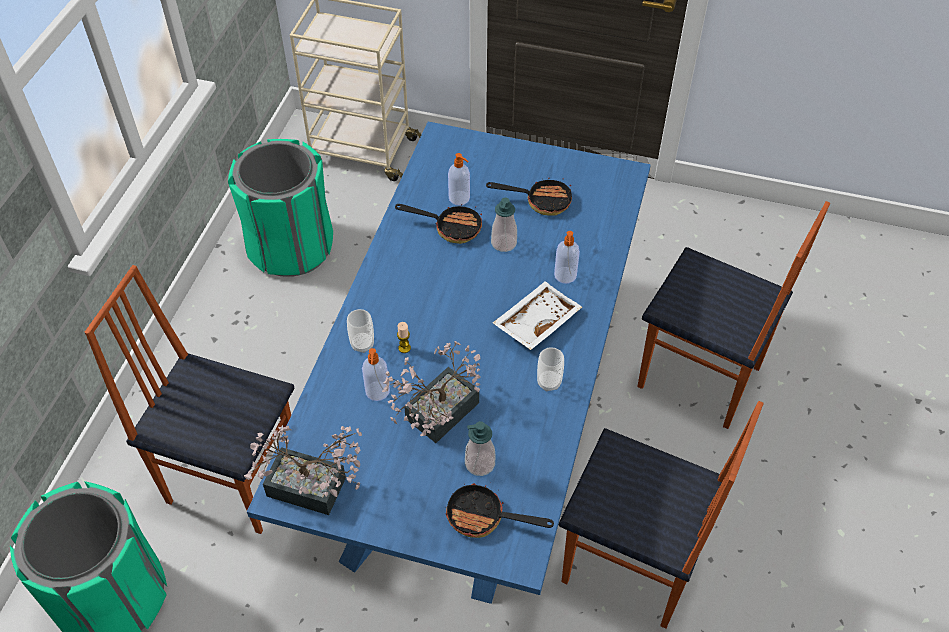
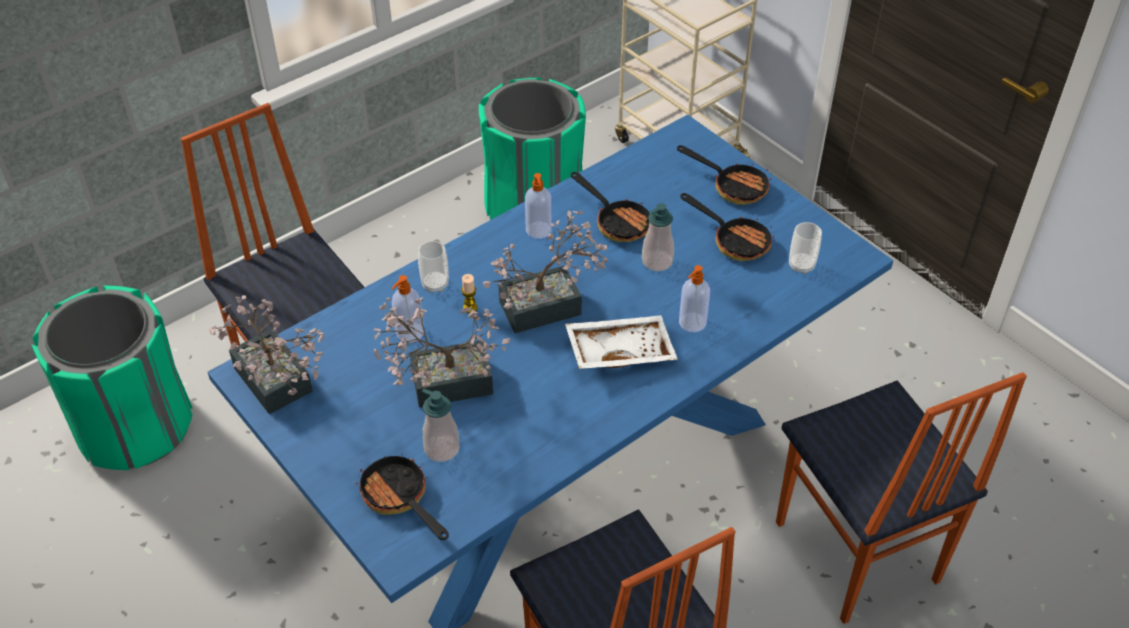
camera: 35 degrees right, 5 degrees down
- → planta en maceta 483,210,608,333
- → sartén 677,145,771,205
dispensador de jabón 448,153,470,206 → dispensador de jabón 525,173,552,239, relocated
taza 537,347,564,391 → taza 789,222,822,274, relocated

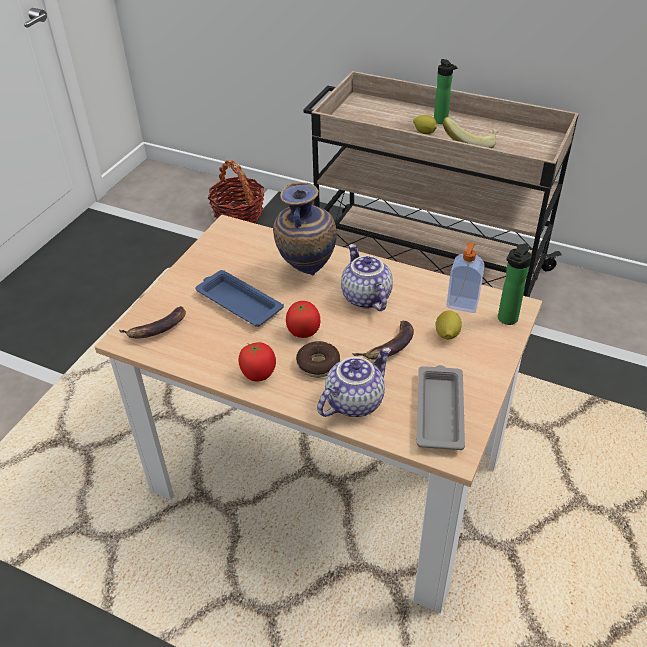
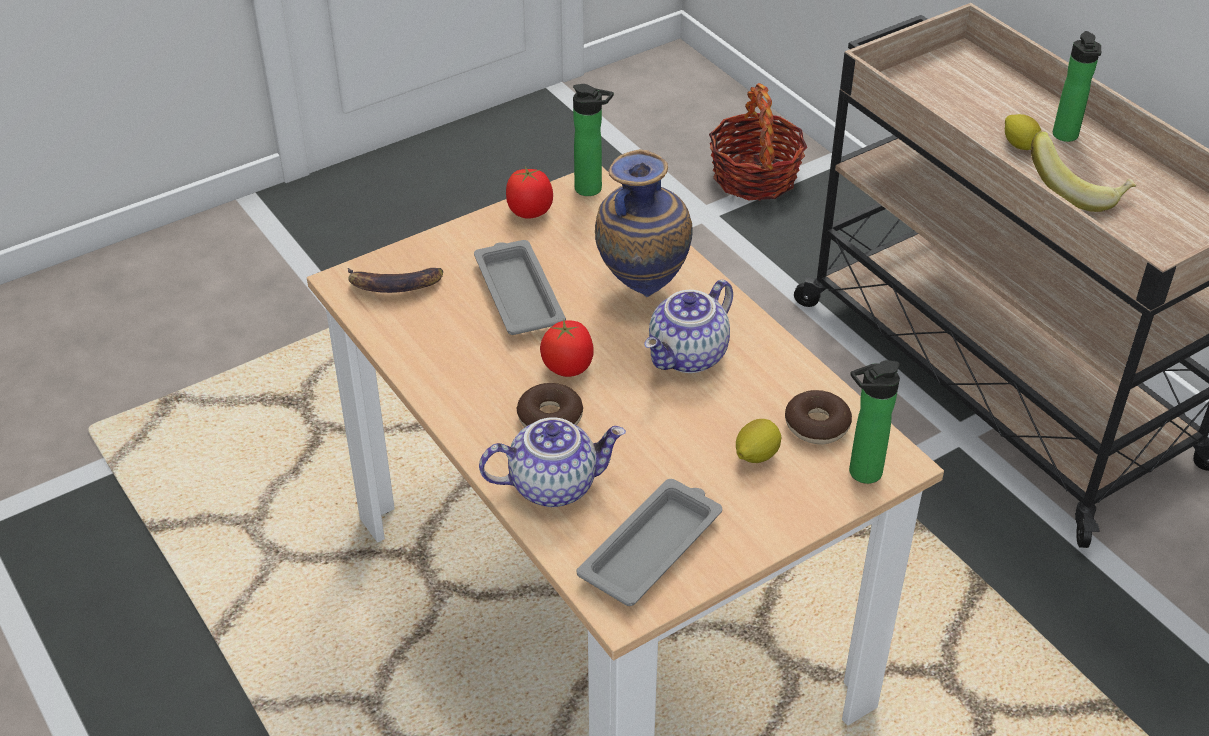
camera: 30 degrees right, 0 degrees up
plátano 352,321,414,360 → -
- → botella 573,84,614,196
tomate 238,341,276,382 → tomate 506,166,553,219, relocated
dispensador de jabón 446,243,485,313 → rosquilla 785,390,852,444
bandeja/azul 195,270,284,327 → bandeja/gris 474,240,566,335
tetera 341,244,393,311 → tetera 644,280,733,373, 150 degrees counterclockwise

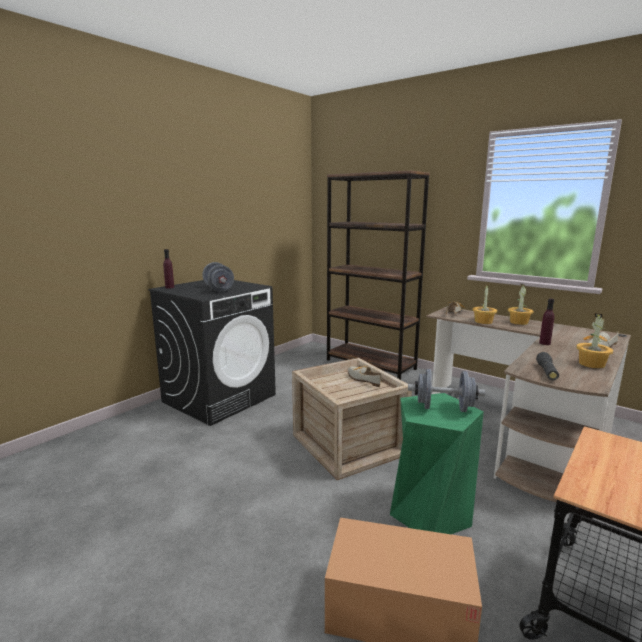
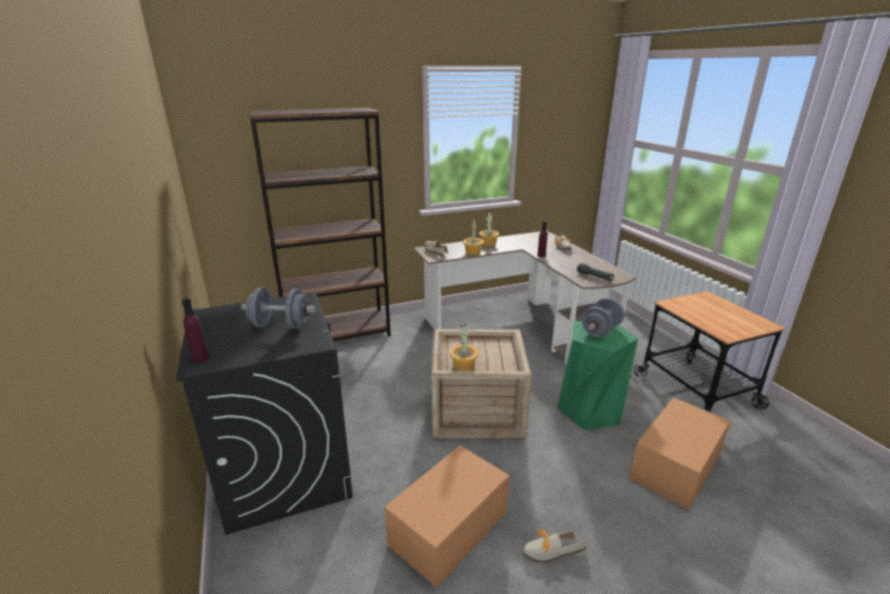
camera: 60 degrees left, 10 degrees up
- → caja de cartón 385,445,509,588
zapato 348,366,383,387 → zapato 523,530,587,563, relocated
planta en maceta 576,313,613,368 → planta en maceta 450,324,479,371, relocated

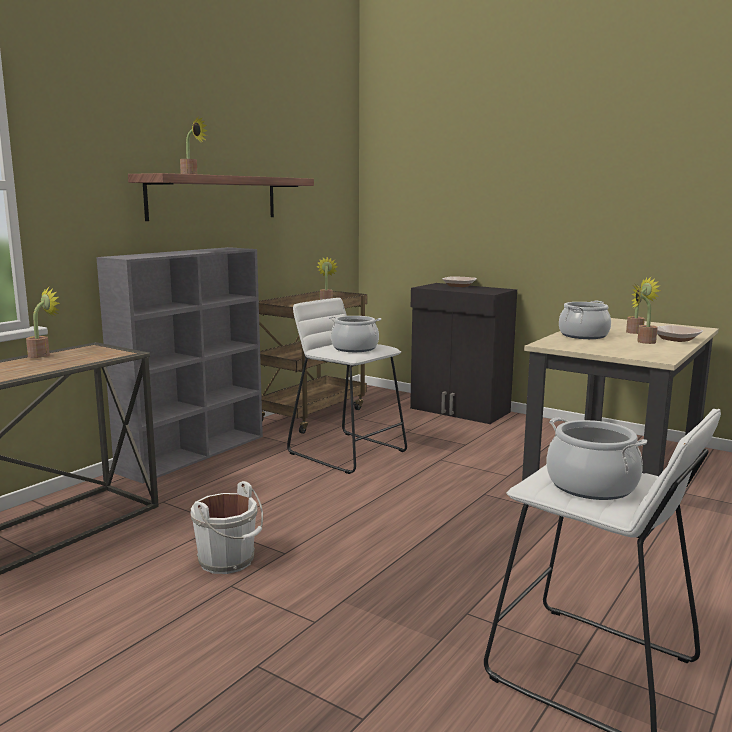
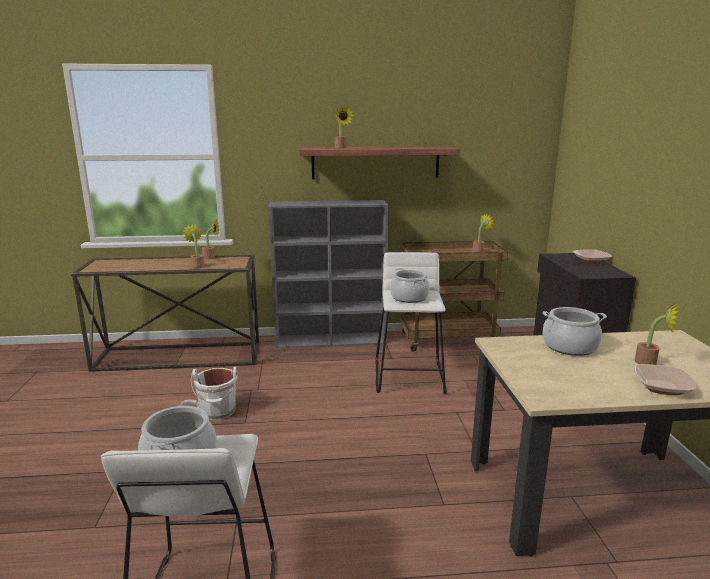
camera: 50 degrees right, 5 degrees up
planta en maceta 631,284,658,344 → planta en maceta 182,224,204,268, relocated

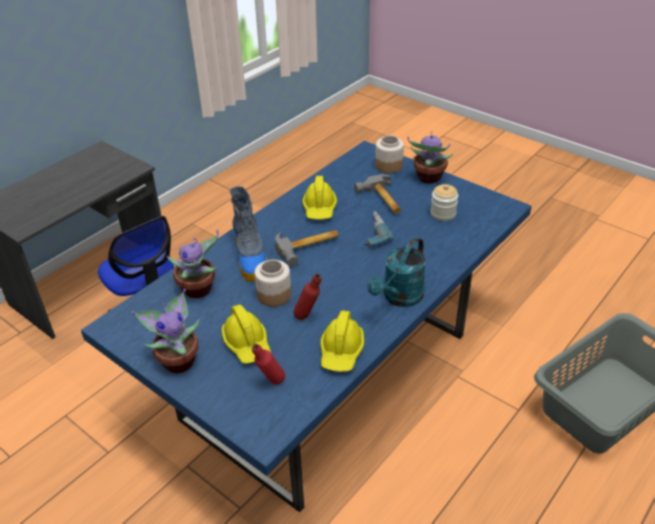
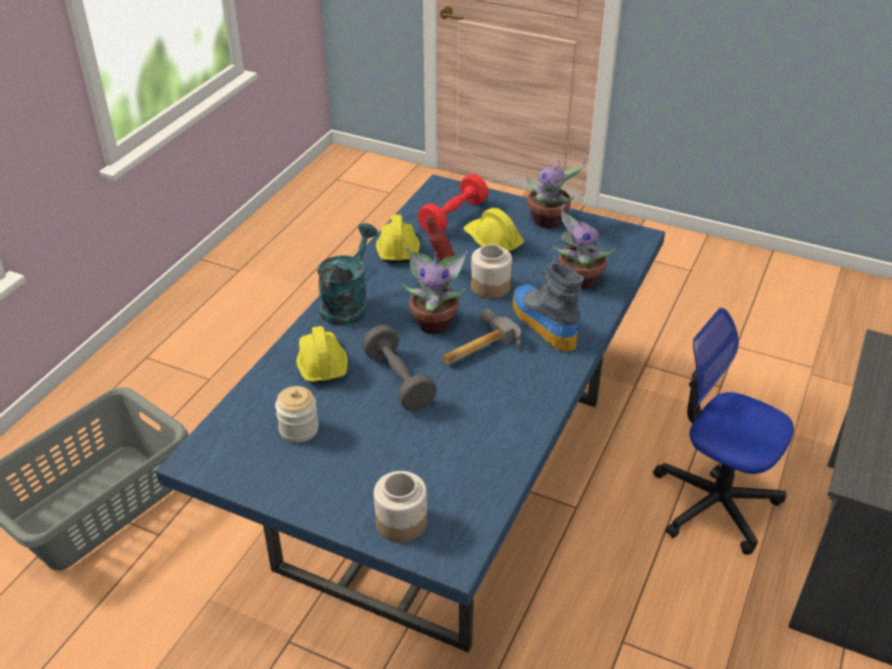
camera: 165 degrees right, 0 degrees up
martillo 354,174,401,214 → -
casco/amarillo 302,176,337,220 → casco/amarillo 297,326,348,383, relocated
planta en maceta 407,131,453,183 → planta en maceta 402,247,468,334, relocated
botella/rojo 252,344,285,385 → mancuerna/rojo 418,174,488,234
taladro 363,211,393,247 → mancuerna/gris 362,325,437,411

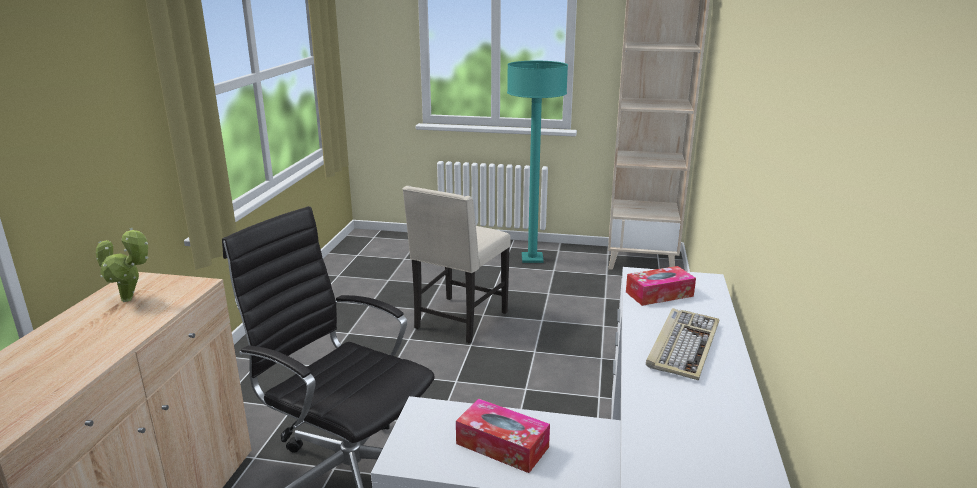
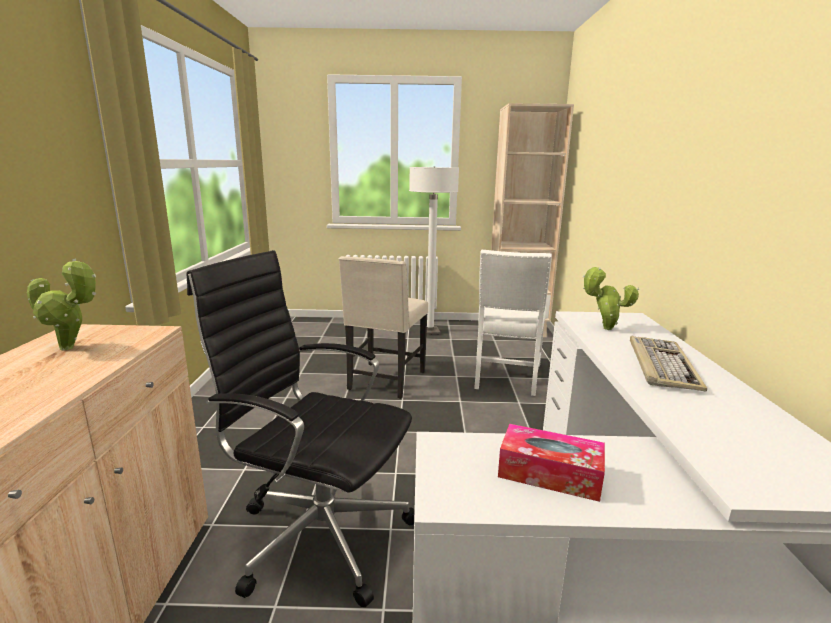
camera: 10 degrees left, 5 degrees down
- → silla/blanco 474,250,552,396
caja de pañuelos 626,266,696,306 → planta en maceta 582,267,639,330
lámpara de pie/turquesa 507,61,568,263 → lámpara de pie/blanco 409,166,459,335

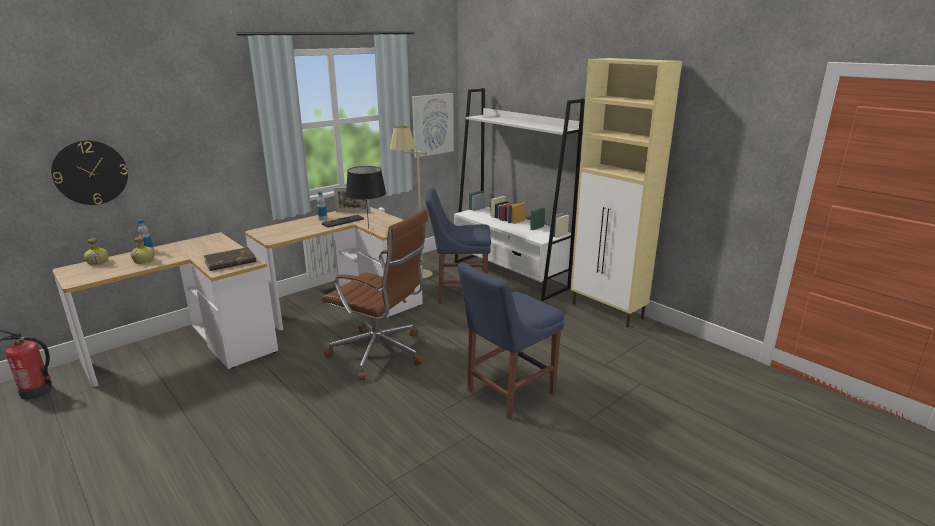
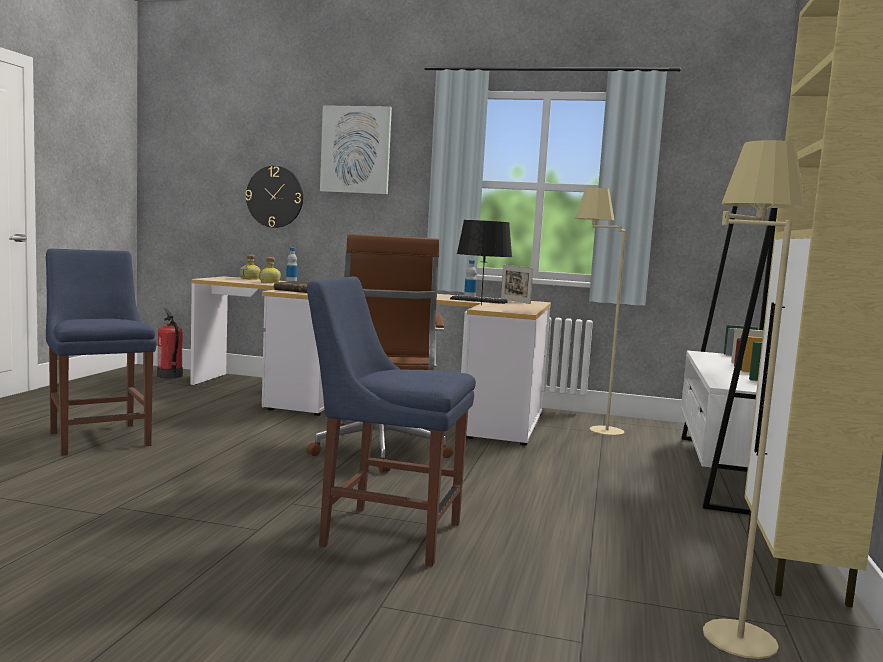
camera: 55 degrees right, 15 degrees down
- → lámpara de pie/beis 703,140,806,659
cuadro 412,93,454,158 → cuadro 320,105,392,194, relocated
silla/azul 425,188,491,304 → silla/azul 46,249,157,456, relocated

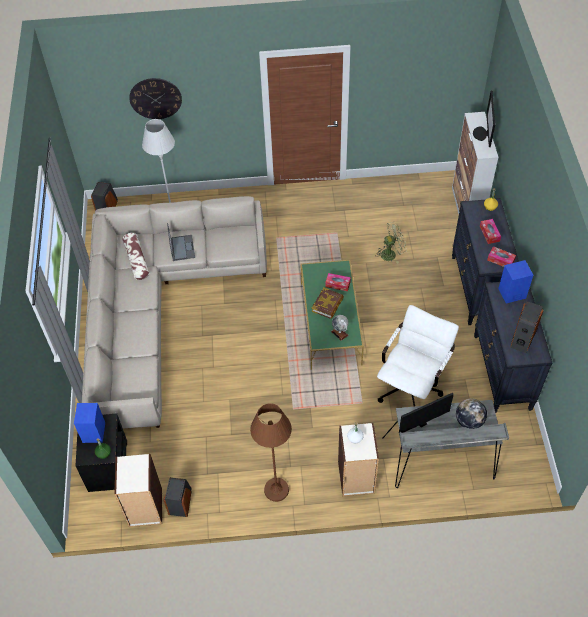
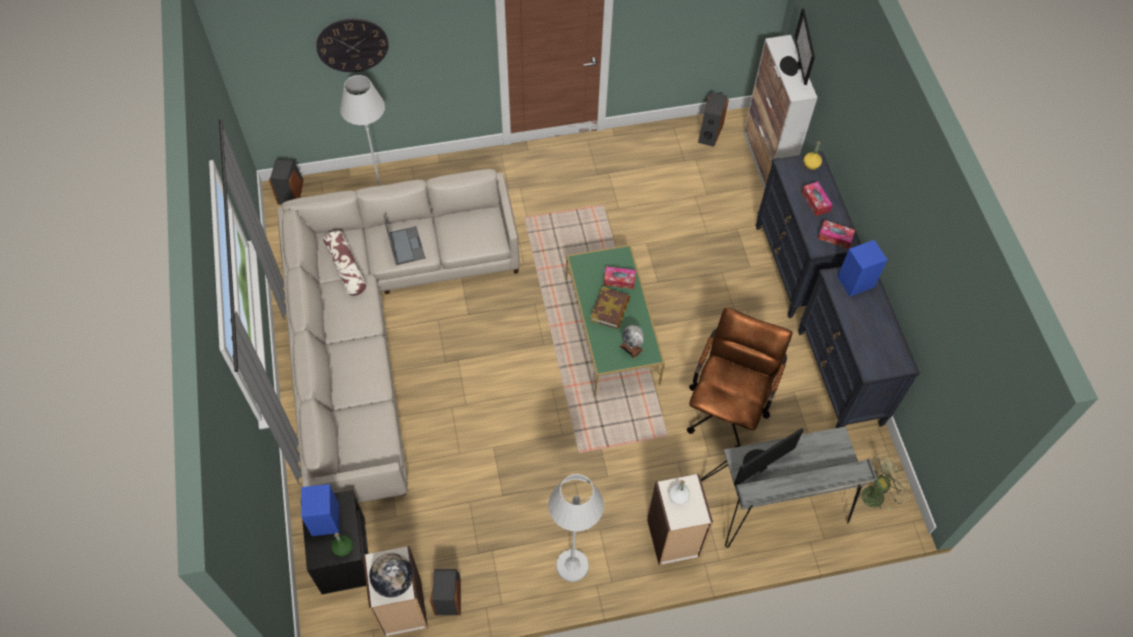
camera: 10 degrees left, 5 degrees up
ventilador/verde 375,221,407,264 → ventilador/verde 854,454,911,511, relocated
globo terráqueo 456,398,487,429 → globo terráqueo 369,553,413,597, relocated
altavoz 510,301,544,353 → altavoz 698,92,729,147, relocated
lámpara de pie/marrón 250,403,292,502 → lámpara de pie/blanco 548,474,604,582
silla de oficina/blanco 377,305,459,407 → silla de oficina/marrón 687,307,792,448

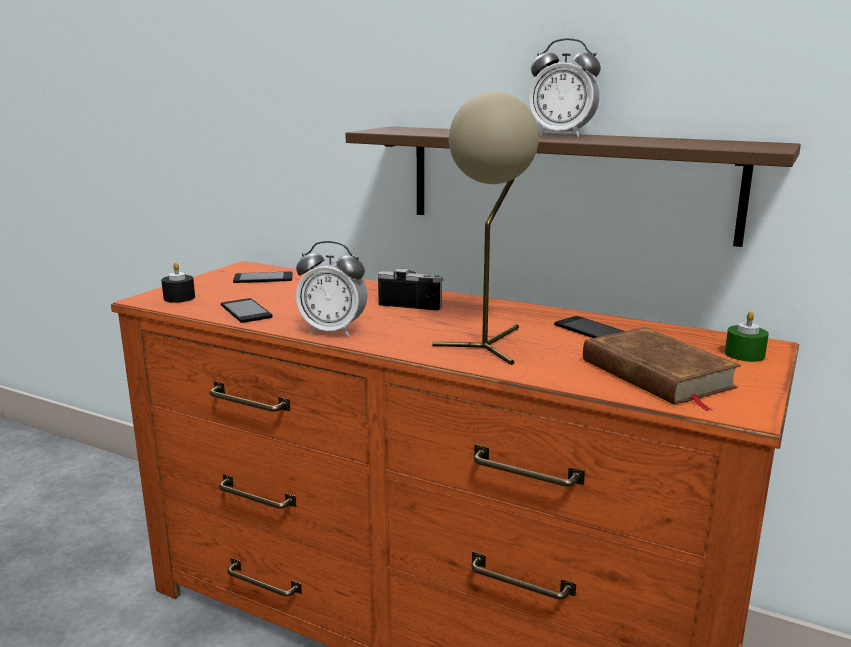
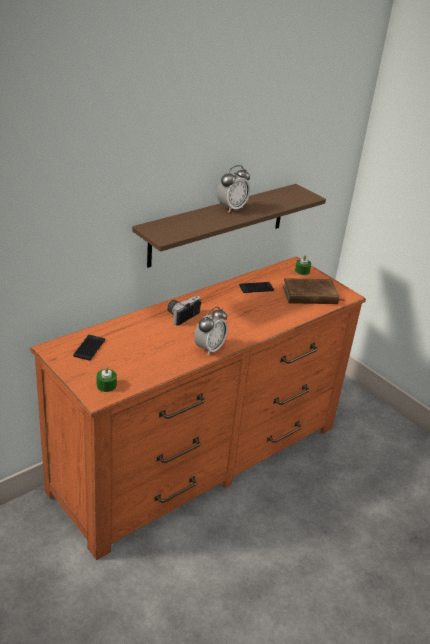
camera: 70 degrees left, 15 degrees up
móvil 221,298,273,323 → -
lámpara de mesa/beis 432,92,539,365 → -
vela/negro 161,263,195,303 → vela/verde 97,366,117,392

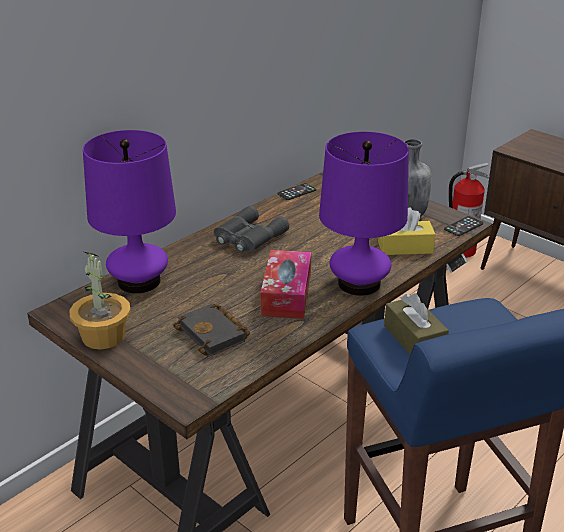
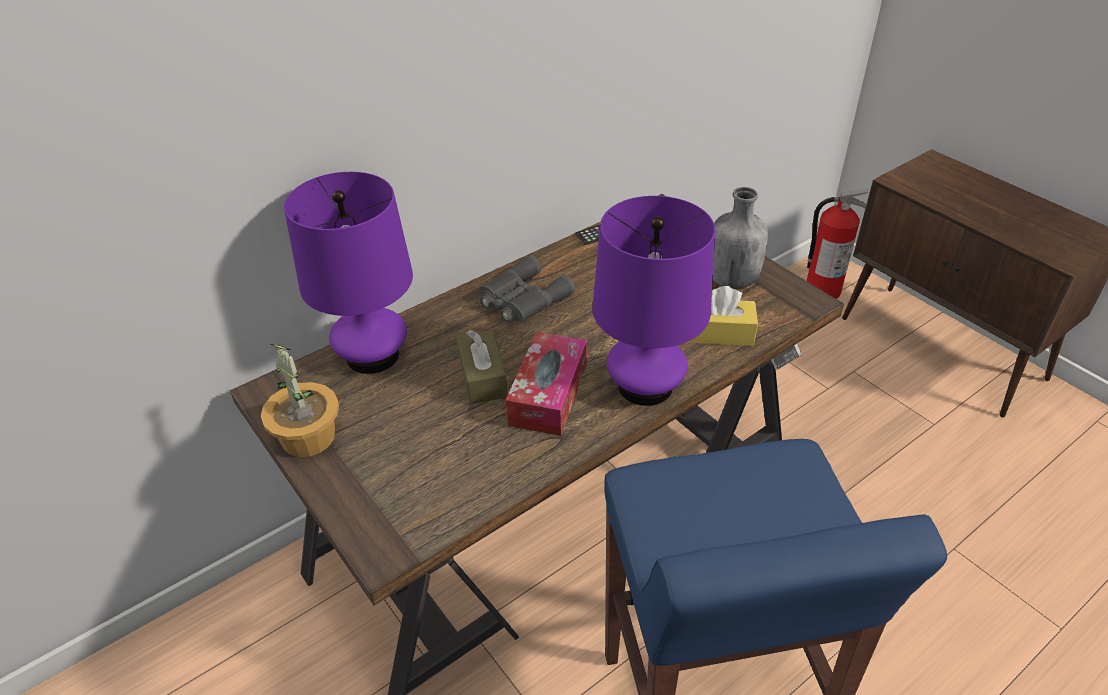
camera: 10 degrees right, 10 degrees up
libro/negro 173,304,250,356 → -
móvil 444,216,483,236 → -
caja de pañuelos/marrón 384,293,449,354 → caja de pañuelos/marrón 457,330,508,404, relocated

